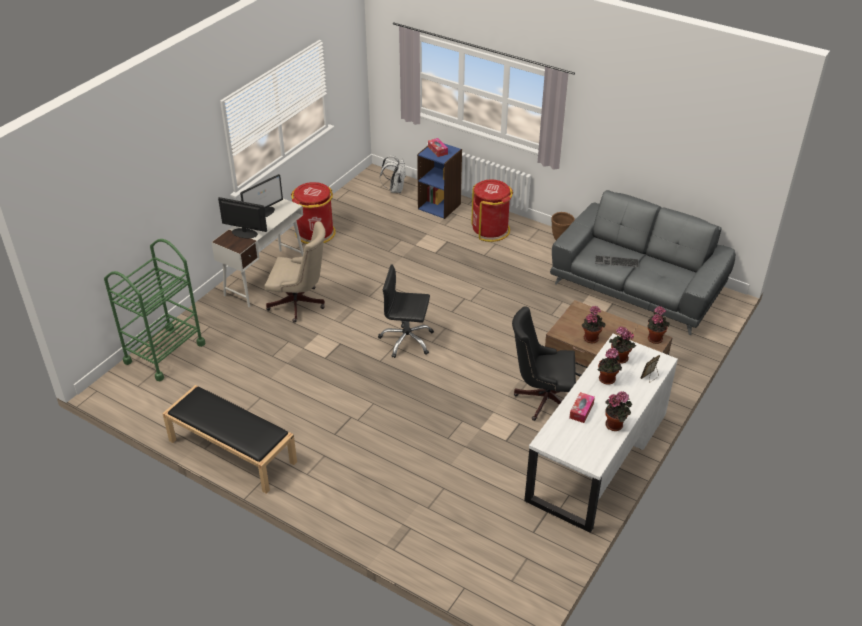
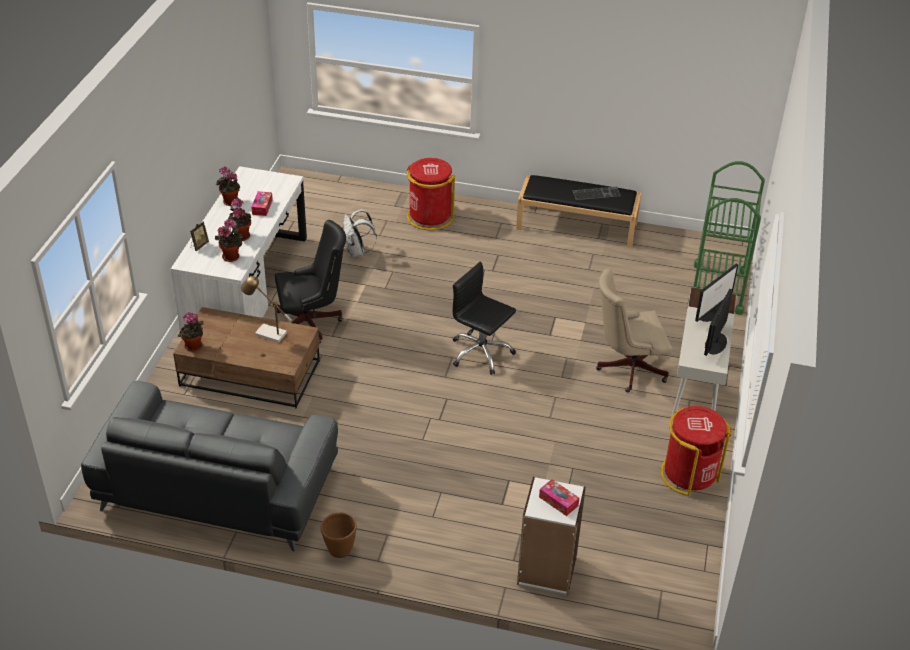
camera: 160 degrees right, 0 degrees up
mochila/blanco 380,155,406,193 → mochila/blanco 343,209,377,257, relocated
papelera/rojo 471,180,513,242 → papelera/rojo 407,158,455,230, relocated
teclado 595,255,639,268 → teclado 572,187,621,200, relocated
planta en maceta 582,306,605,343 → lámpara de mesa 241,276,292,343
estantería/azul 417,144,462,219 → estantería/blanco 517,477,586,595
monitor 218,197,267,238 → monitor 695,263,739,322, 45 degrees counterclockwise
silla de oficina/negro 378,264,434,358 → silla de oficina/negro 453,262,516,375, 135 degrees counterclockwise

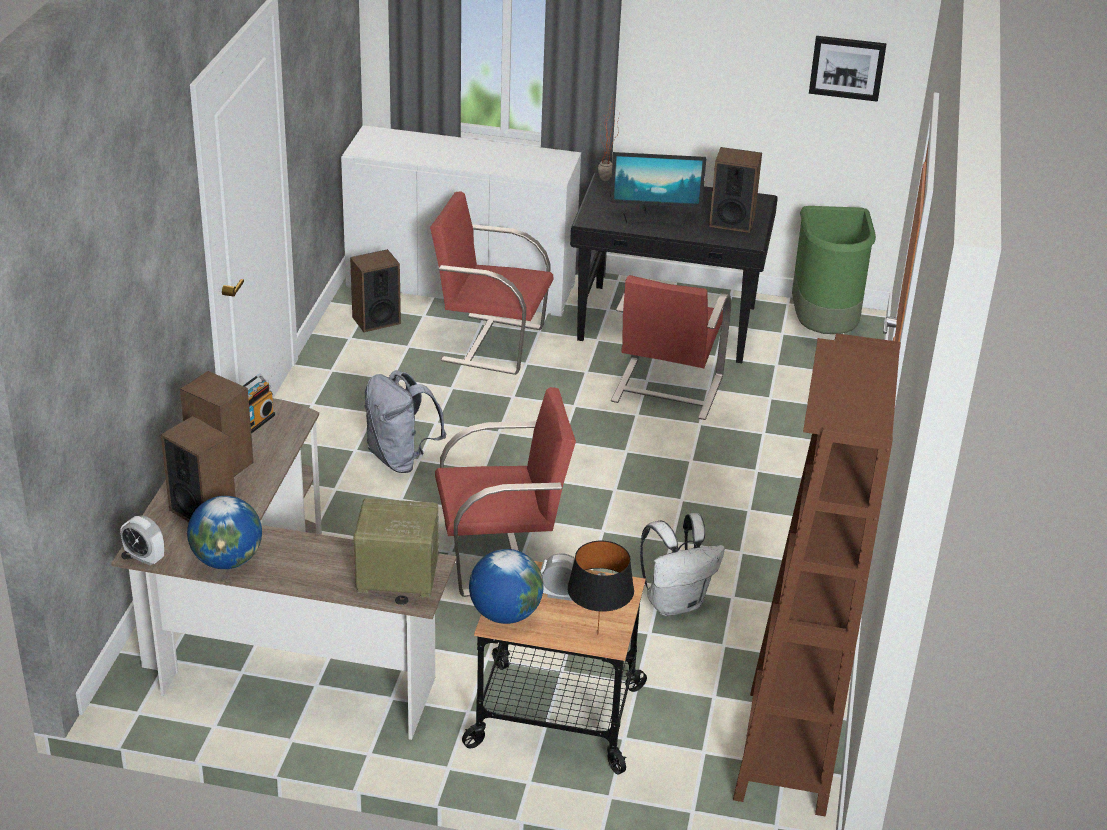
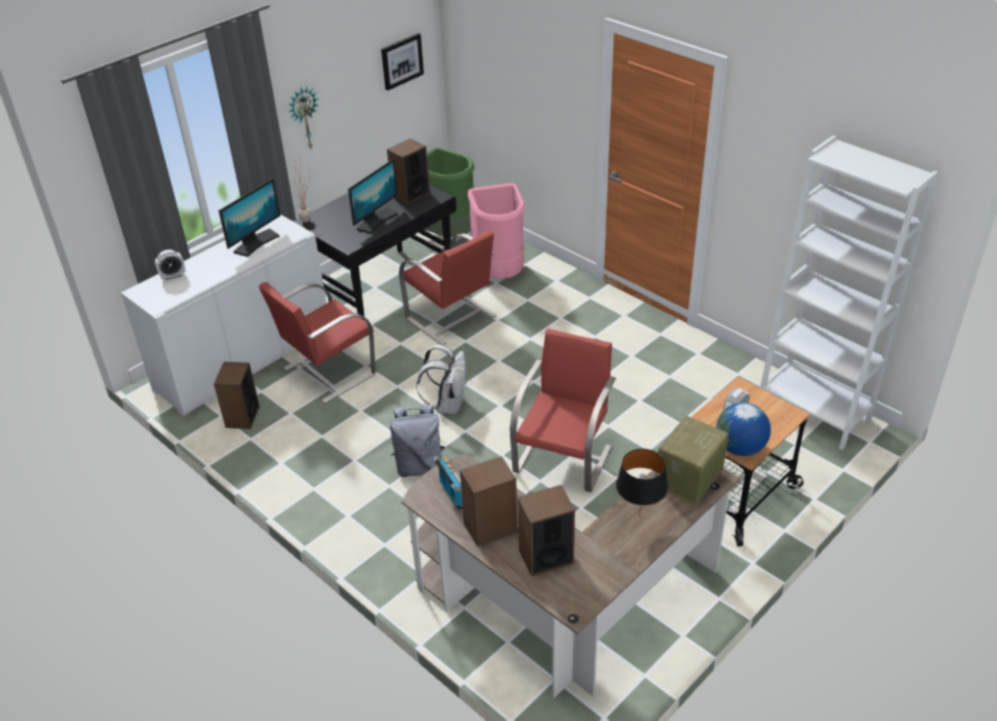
camera: 55 degrees left, 5 degrees up
globo terráqueo 187,496,262,569 → -
- → monitor 219,178,281,257
- → reloj de pared 288,87,319,149
- → papelera/rosa 467,183,525,279
despertador 121,515,164,566 → despertador 155,250,185,281, relocated
lámpara de mesa/negro 567,541,634,635 → lámpara de mesa/negro 616,449,668,518, relocated
mochila/blanco 640,513,725,616 → mochila/blanco 416,345,467,415, relocated
estantería/marrón 733,333,901,817 → estantería/blanco 760,135,938,450

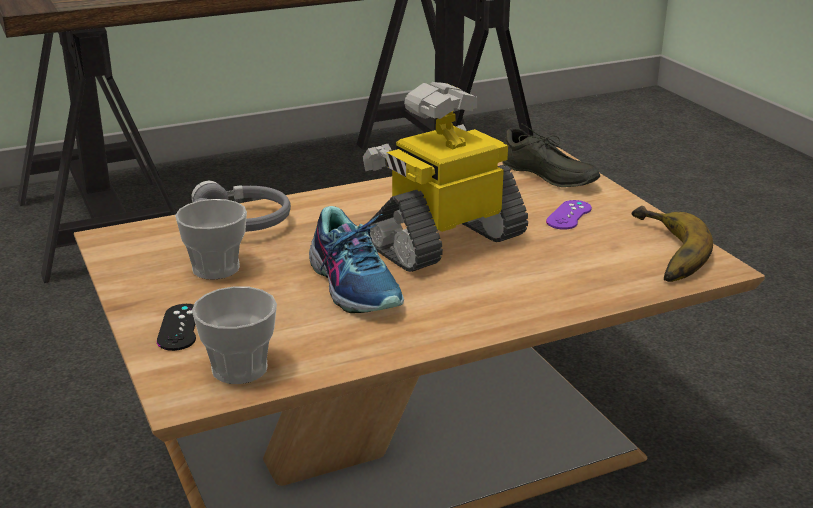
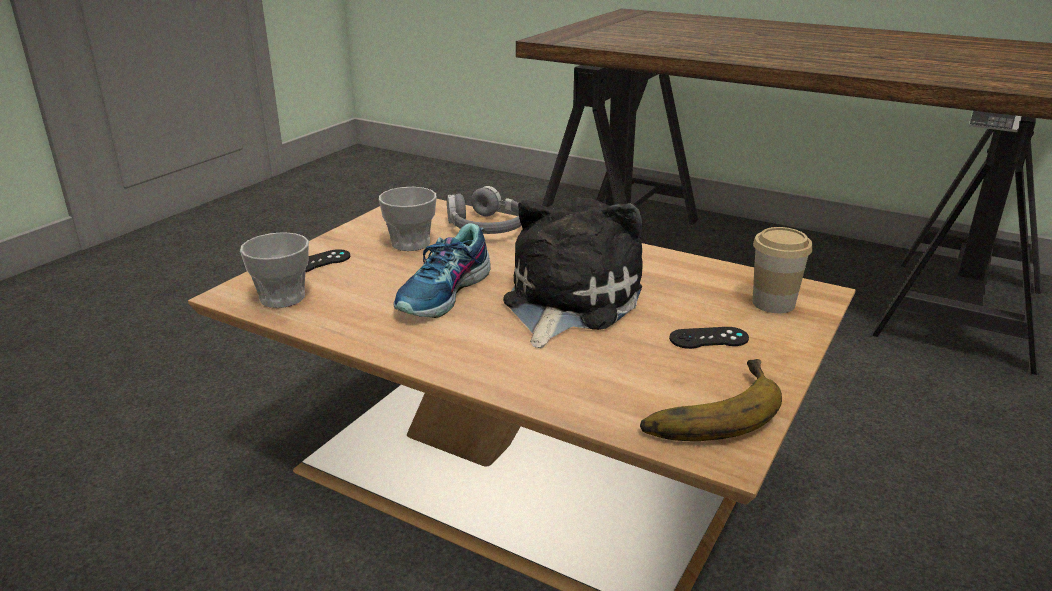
camera: 55 degrees right, 0 degrees up
robot de juguete 363,82,528,272 → peluche 503,197,642,348
zapato/gris 502,123,600,187 → taza 753,227,813,313
mando de consola/morado 546,200,592,230 → mando de consola/negro 669,327,749,349

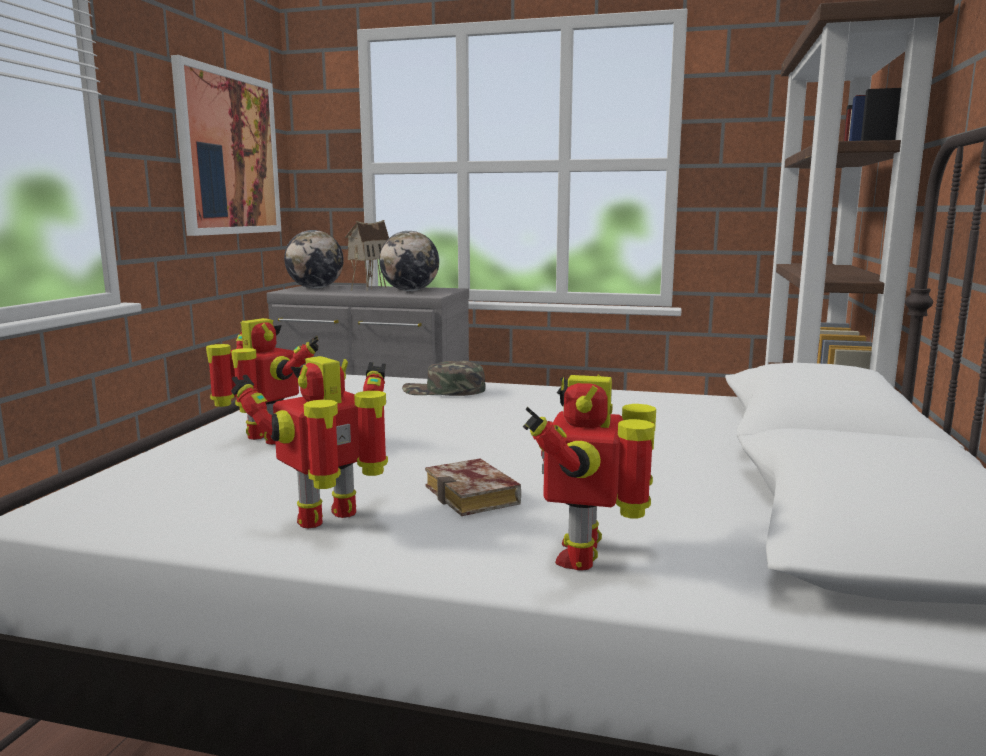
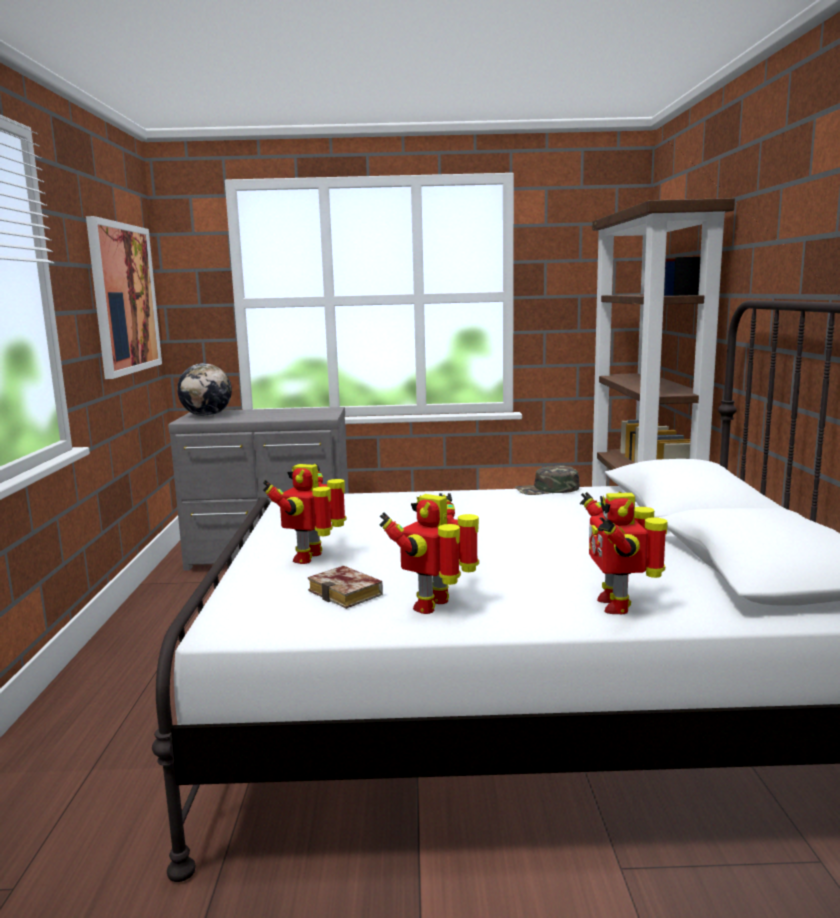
camera: 15 degrees left, 0 degrees up
casita 344,220,389,291 → -
globo terráqueo 379,231,439,291 → -
gorra/verde 402,360,486,396 → gorra/verde 515,465,579,495, relocated
libro 425,458,521,516 → libro 308,566,383,609, relocated
robot de juguete 206,318,319,445 → robot de juguete 263,464,346,564, 90 degrees counterclockwise

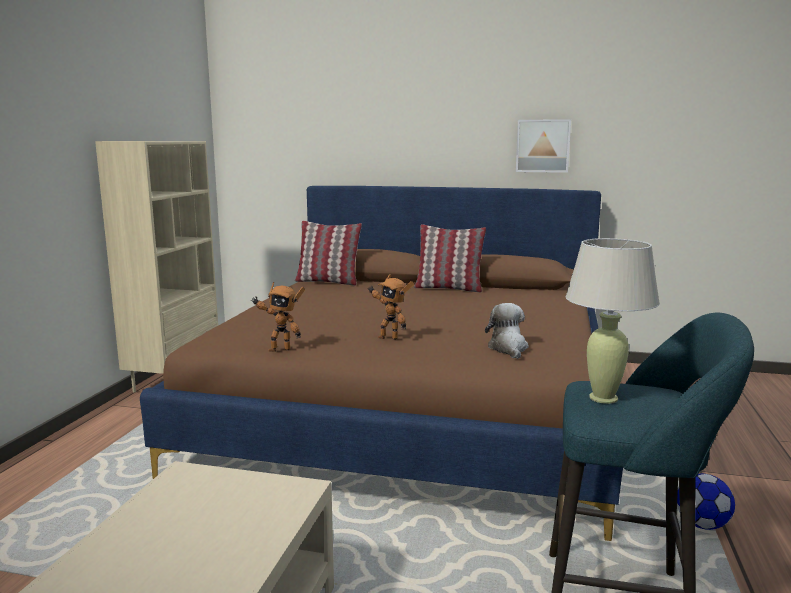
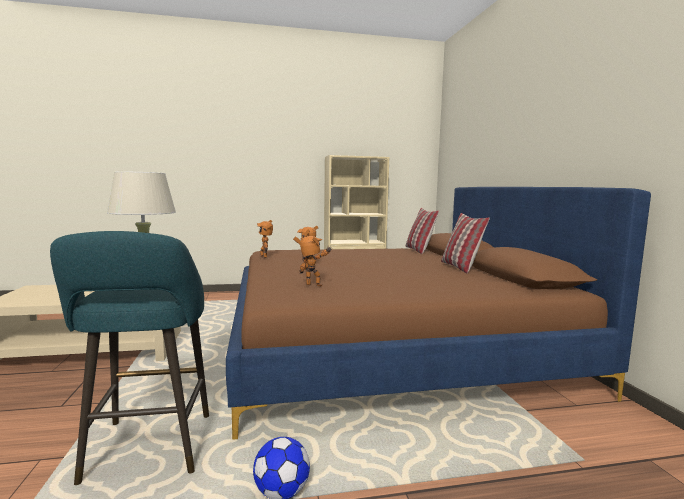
camera: 65 degrees right, 5 degrees down
cuadro 516,119,571,173 → -
peluche 485,303,529,359 → robot de juguete 293,236,331,286

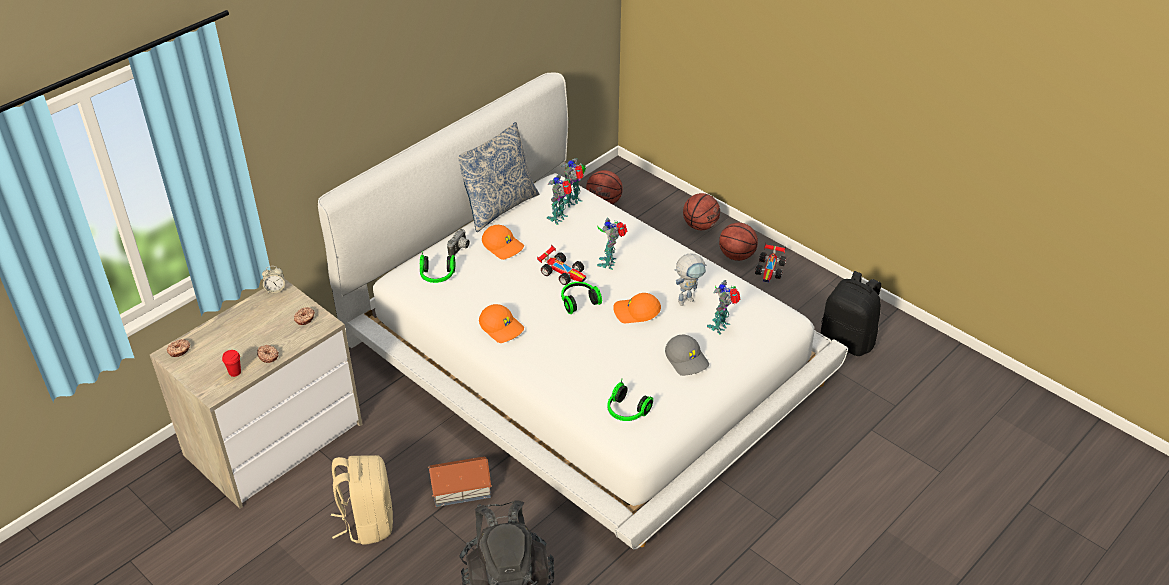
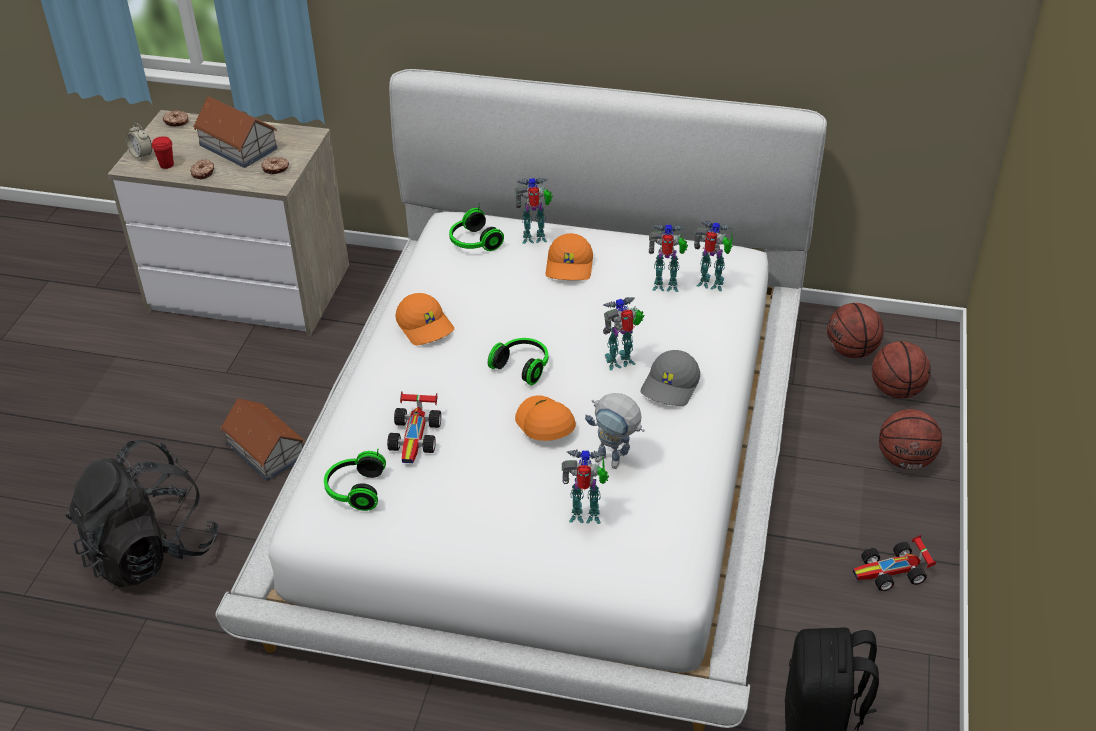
camera: 60 degrees right, 0 degrees up
mochila/beis 331,455,393,545 → -
cojín 458,122,539,232 → -
- → casita 193,96,278,168
despertador 262,266,285,293 → despertador 127,123,152,161, relocated
coche de juguete 537,245,586,285 → coche de juguete 387,391,441,463, relocated
gorra/gris 665,335,709,376 → gorra/gris 640,350,700,406, relocated
balón de baloncesto 719,223,758,261 → balón de baloncesto 872,341,931,399, relocated
cámara 447,229,470,256 → robot de juguete 515,178,553,244
gorra/naranja 479,304,524,343 → gorra/naranja 395,293,454,345, 45 degrees counterclockwise

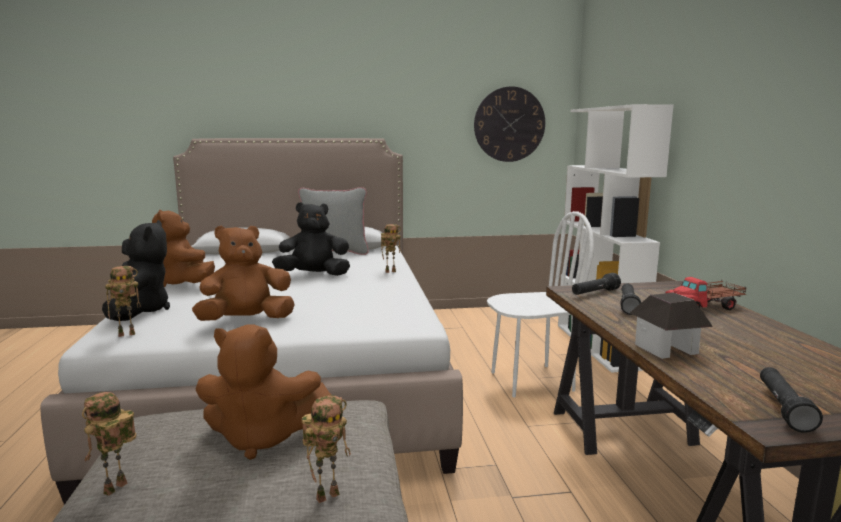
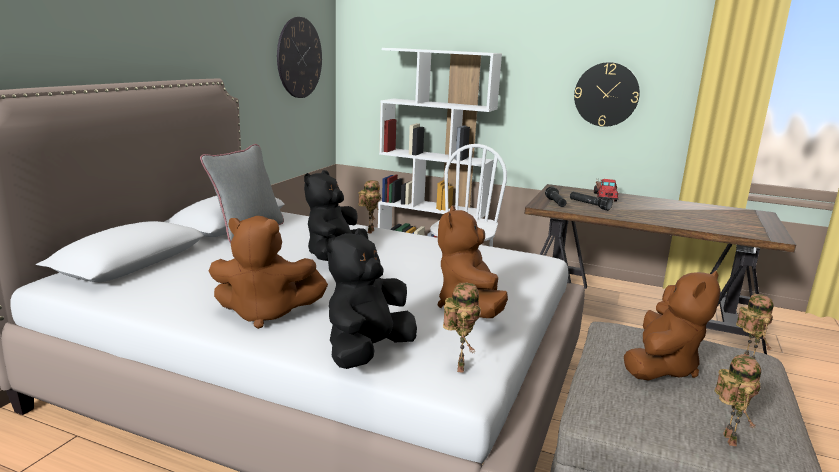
camera: 60 degrees left, 5 degrees up
casita 630,293,713,359 → -
linterna/negro 760,367,823,433 → -
- → reloj de pared 574,62,640,127
robot de juguete 82,392,136,496 → robot de juguete 715,355,761,446, 135 degrees counterclockwise
peluche/negro 102,220,170,321 → peluche/negro 325,228,417,369, 75 degrees counterclockwise

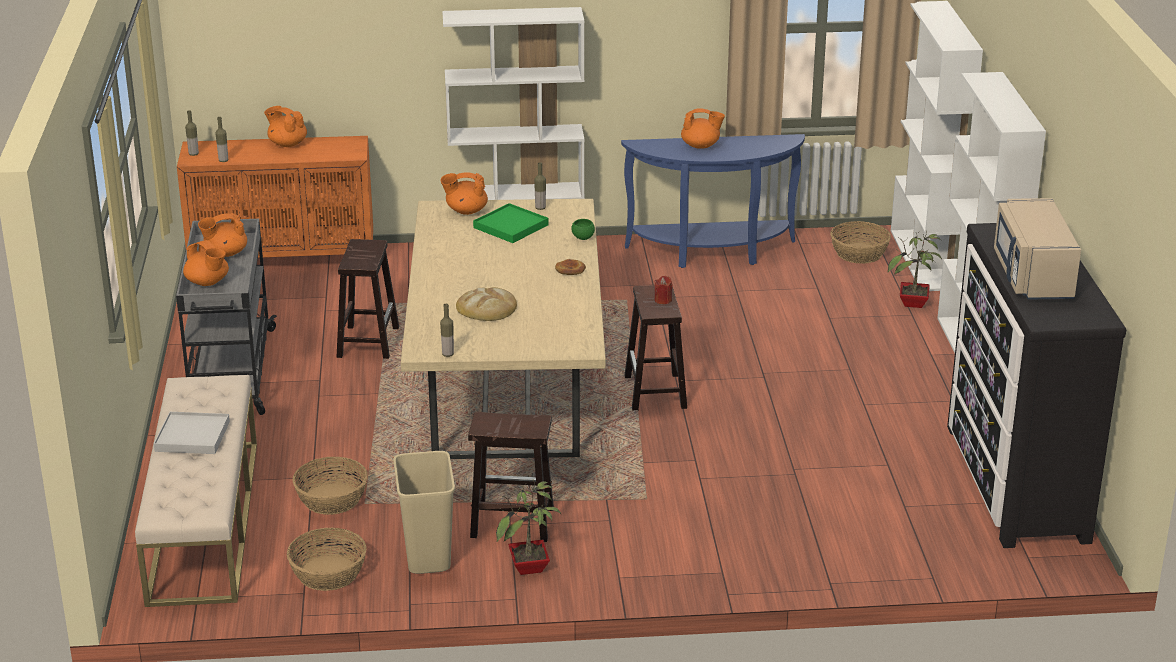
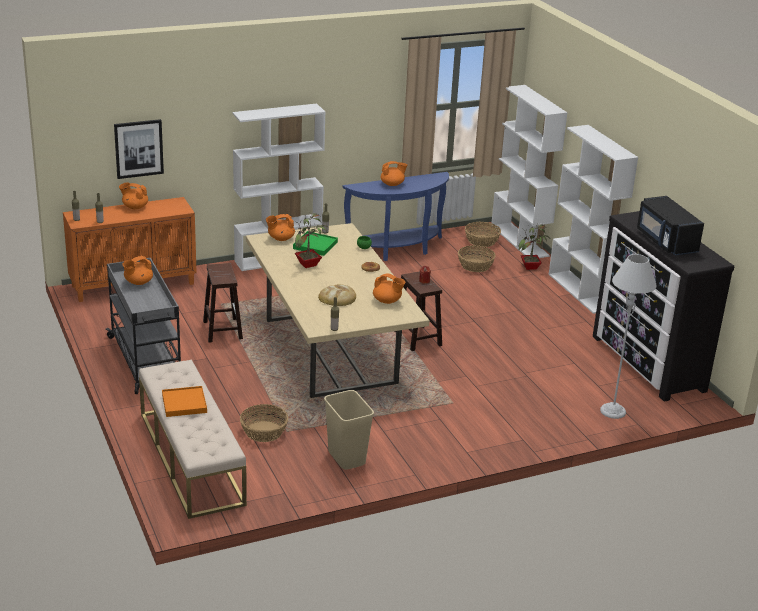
camera: 20 degrees left, 0 degrees up
taburete/marrón 468,412,554,542 → -
- → cuadro 114,119,164,179
- → lámpara de pie/gris 600,254,657,419
tetera/naranja 183,240,229,286 → tetera/naranja 373,273,405,304, relocated
cesta 287,527,367,591 → cesta 458,245,496,272, relocated
planta en maceta 496,480,561,575 → planta en maceta 295,213,329,268, relocated
bandeja/blanco 154,412,230,454 → bandeja/naranja 162,386,207,417
microondas/beis 994,198,1081,300 → microondas/negro 637,196,704,255

